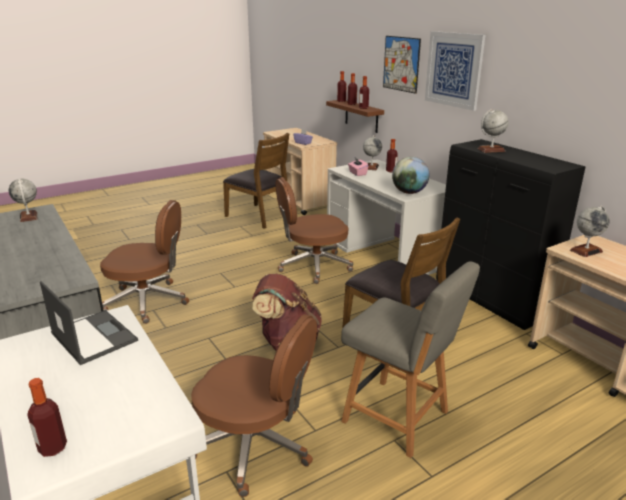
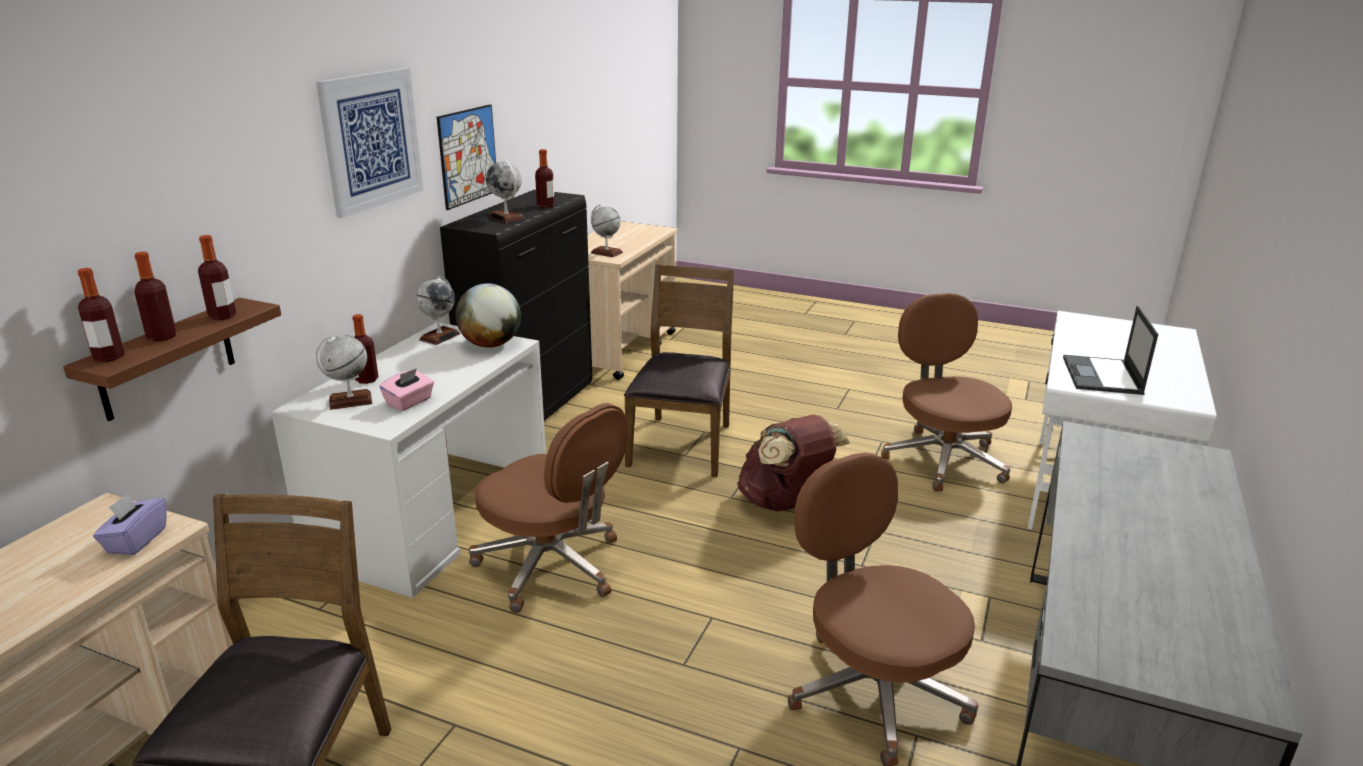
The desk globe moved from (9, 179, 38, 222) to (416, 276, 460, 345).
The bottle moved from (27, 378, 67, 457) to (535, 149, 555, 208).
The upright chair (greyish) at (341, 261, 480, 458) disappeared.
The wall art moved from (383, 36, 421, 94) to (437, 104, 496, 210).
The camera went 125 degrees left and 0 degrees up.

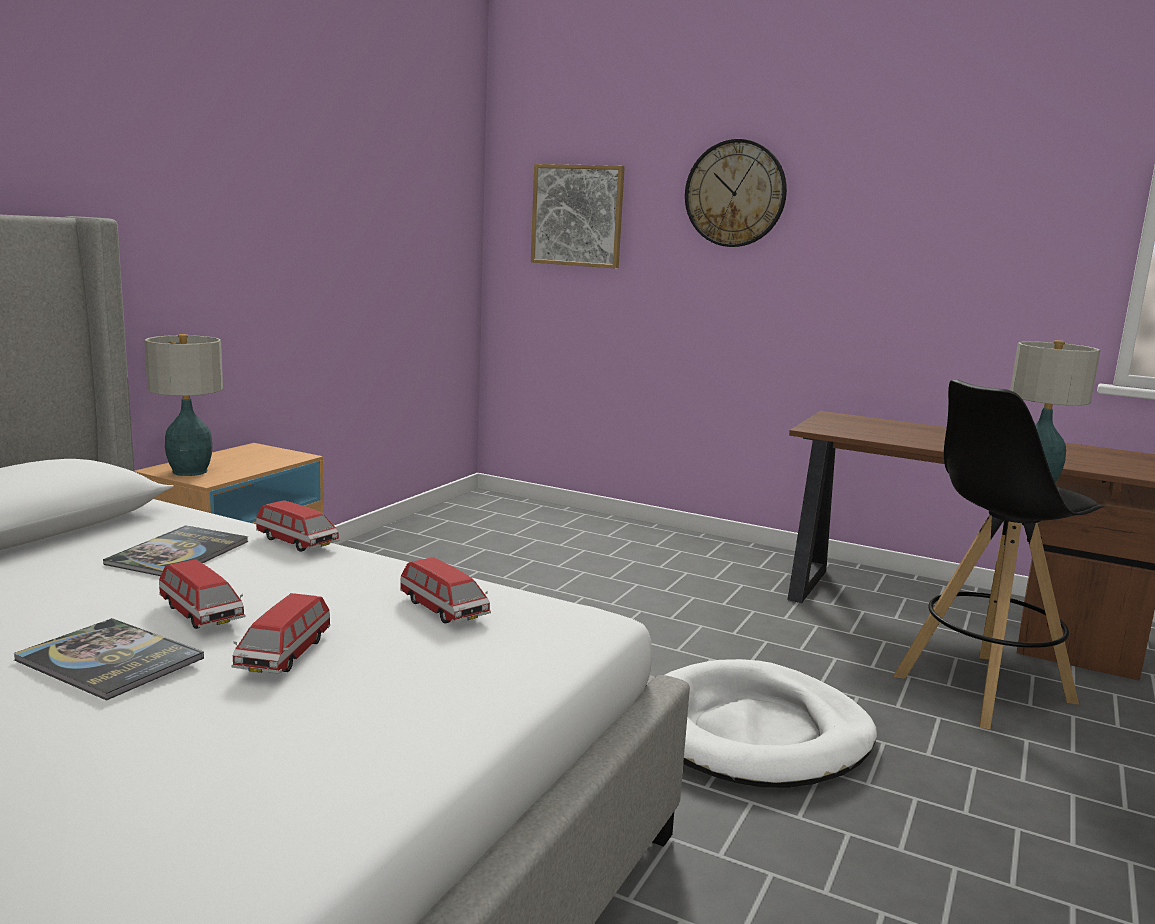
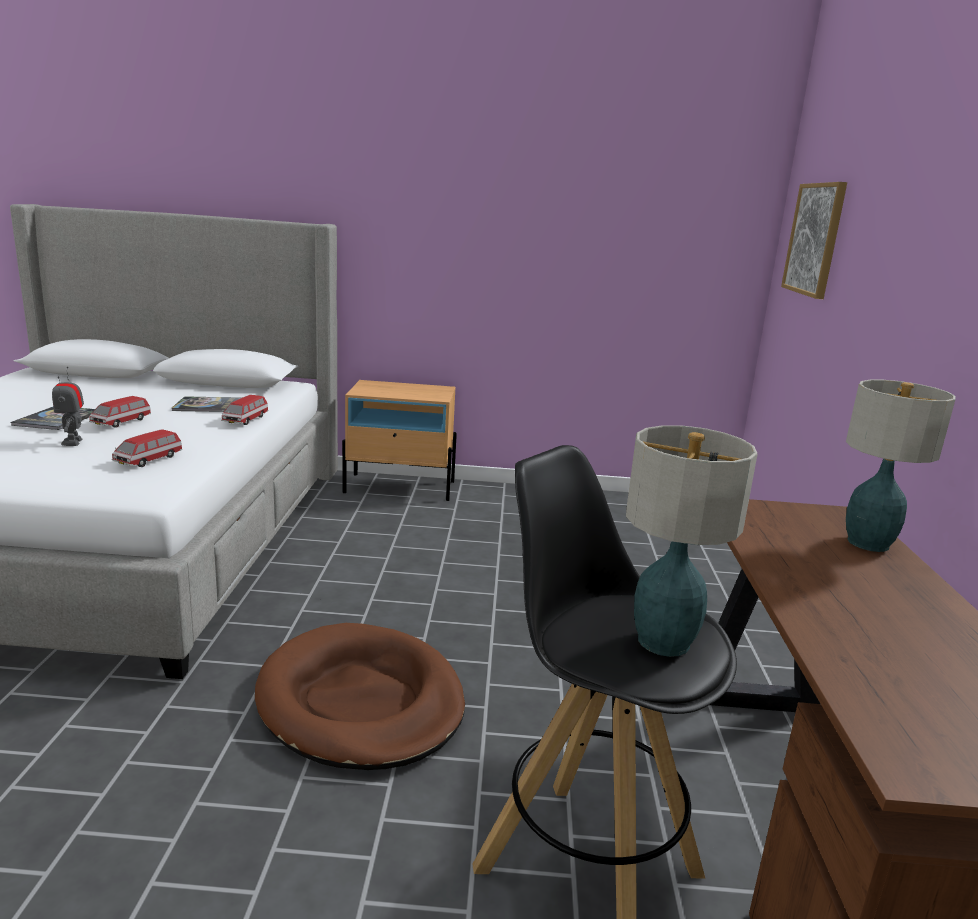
The tabletop lamp moved from (144, 334, 223, 476) to (846, 380, 956, 552).
The model car at (231, 593, 330, 674) was replaced by the toy robot at (52, 367, 84, 446).
The dog cushion (white) at (665, 659, 877, 788) became the dog cushion (brownish) at (255, 623, 465, 770).
The hanging clock at (685, 139, 787, 247) disappeared.
The camera went 65 degrees right and 5 degrees up.

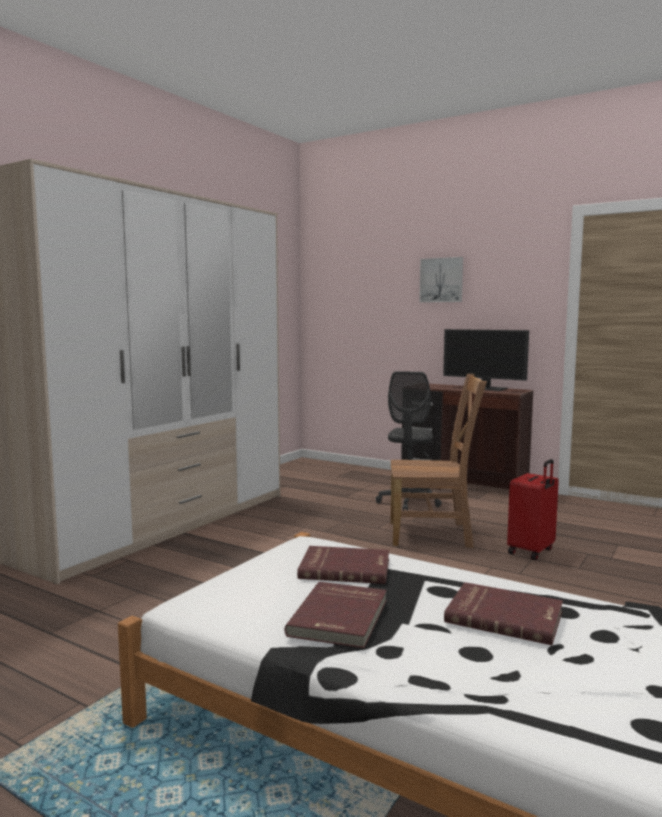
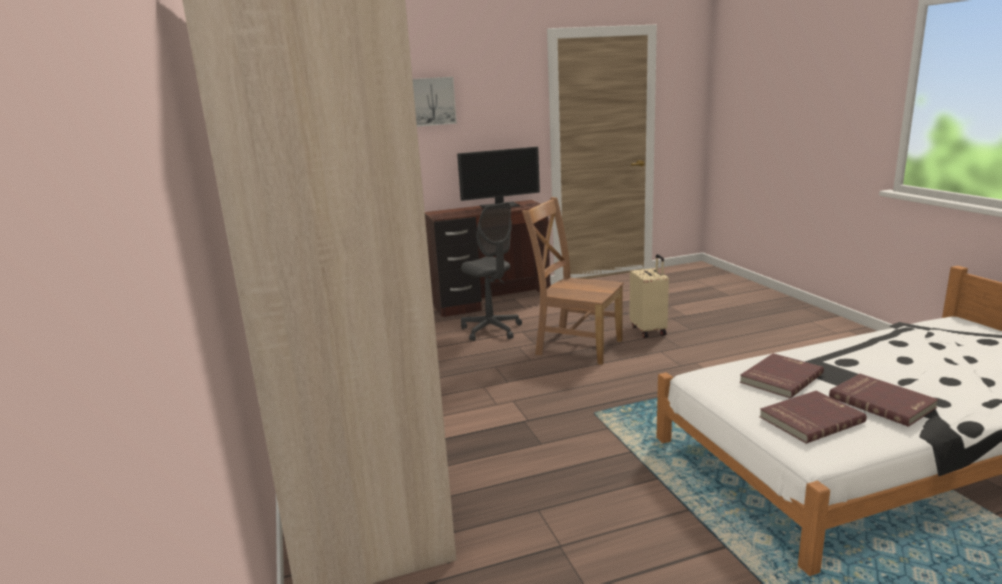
The upright chair (brownish) at (391, 374, 487, 548) turned 105 degrees counterclockwise.
The volume (reddish) moved from (444, 582, 563, 645) to (759, 391, 867, 444).
The suitcase (reddish) at (507, 459, 559, 560) became the suitcase (sand-coloured) at (630, 254, 669, 338).
The camera went 50 degrees left and 10 degrees up.

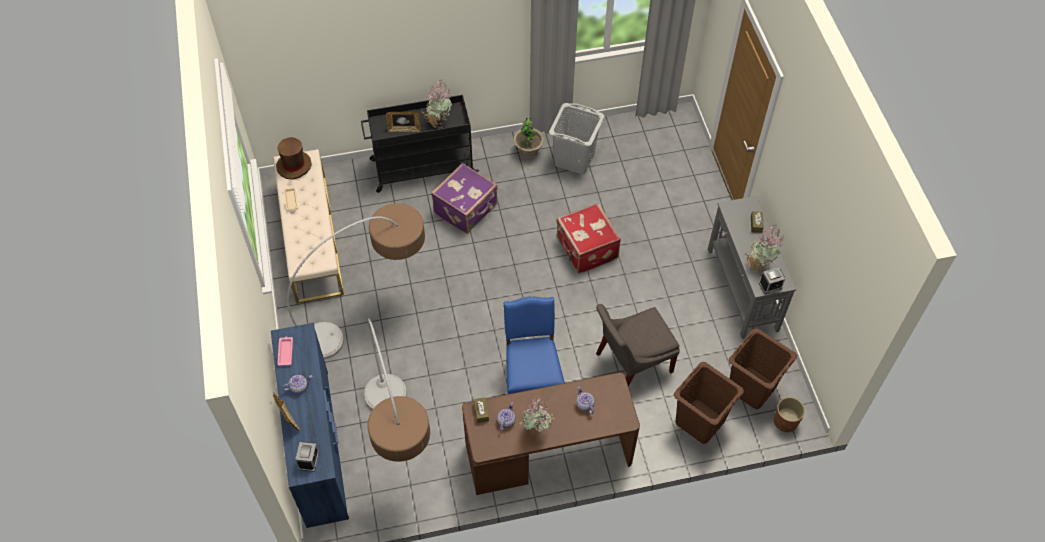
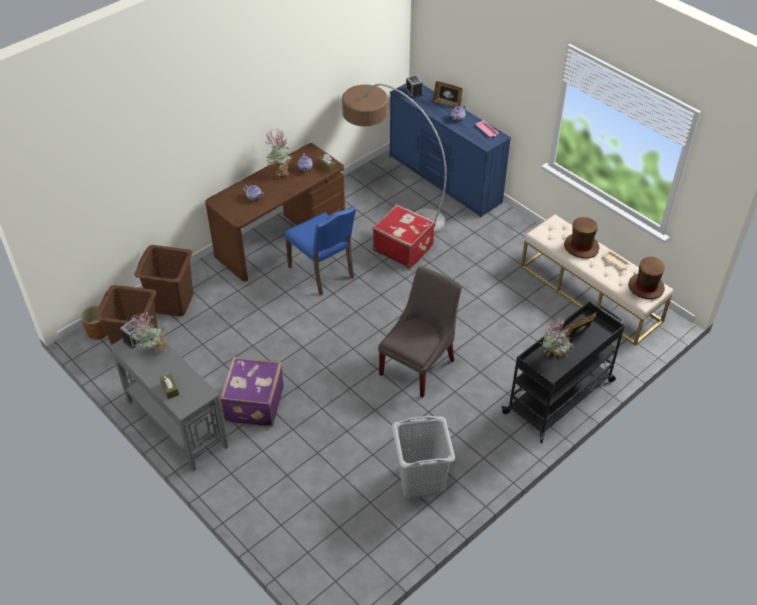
The standard lamp at (287, 203, 425, 359) disappeared.
The suitcase (purplish) moved from (431, 163, 497, 234) to (220, 357, 284, 427).
The houseplant at (513, 118, 544, 159) disappeared.
The suitcase (reddish) moved from (557, 203, 621, 274) to (372, 204, 436, 268).
The upright chair (greyish) moved from (596, 304, 680, 387) to (378, 266, 462, 398).
The clothing hat (brownish) at (564, 217, 600, 259) appeared.
The camera went 150 degrees right and 10 degrees down.

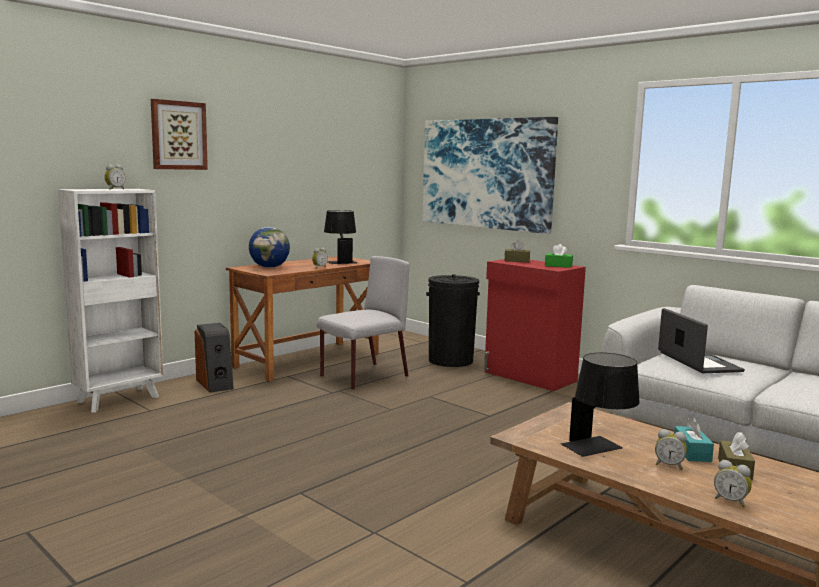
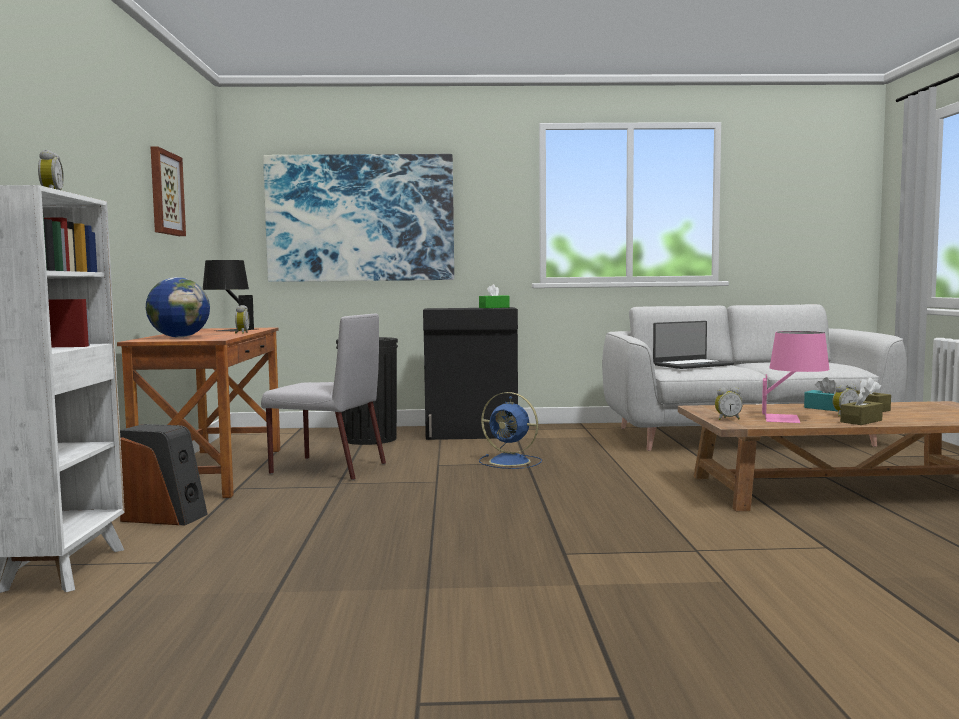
The wall art moved from (151, 99, 208, 170) to (150, 146, 186, 236).
The upright chair (greyish) at (317, 256, 409, 390) turned 105 degrees clockwise.
The storage cabinet (reddish) at (484, 259, 586, 391) became the storage cabinet (blackish) at (423, 307, 518, 440).
The box of tissues (brownish) moved from (505, 240, 530, 262) to (840, 387, 883, 425).
The tabletop lamp (blackish) at (561, 353, 640, 457) became the tabletop lamp (pinkish) at (762, 331, 830, 423).
The notebook computer at (658, 308, 745, 373) turned 120 degrees clockwise.
The alarm clock moved from (714, 460, 752, 508) to (715, 387, 743, 420).
The electric fan (blue-coloured) at (479, 392, 542, 469) appeared.
The camera went 45 degrees left and 5 degrees down.

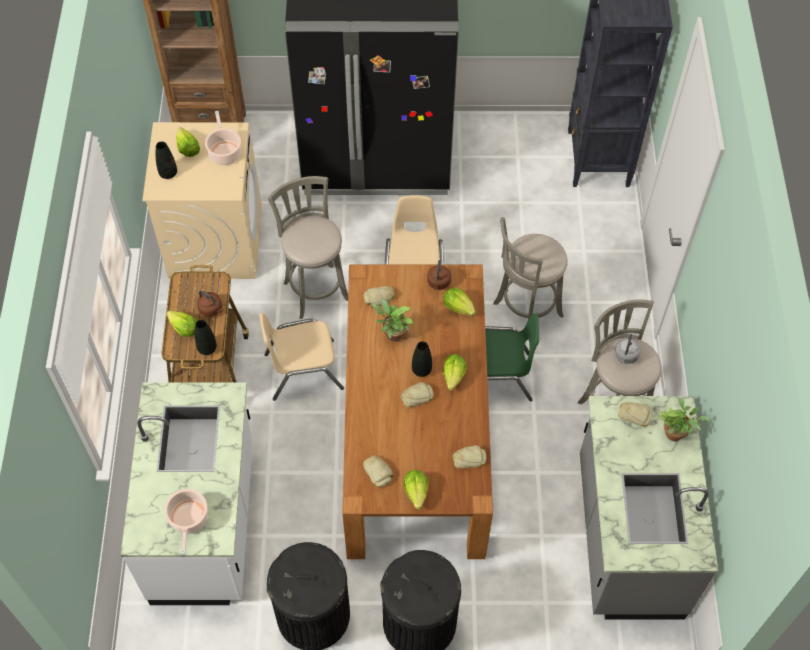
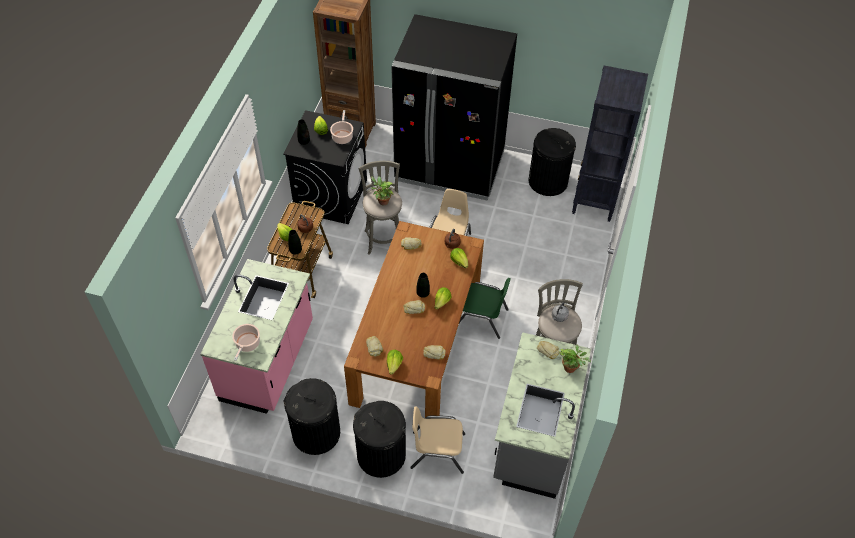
The kitchen counter (white) at (121, 382, 253, 605) became the kitchen counter (pinkish) at (200, 259, 313, 414).
The laundry appliance (sand-coloured) at (142, 122, 262, 279) became the laundry appliance (blackish) at (283, 110, 367, 224).
The upright chair (sand-coloured) moved from (259, 313, 344, 401) to (410, 407, 465, 474).
The houseplant moved from (371, 299, 414, 342) to (371, 176, 394, 205).
The stool seat (greyish) at (493, 217, 568, 340) disappeared.
The trash can (blackish) at (529, 128, 576, 196) appeared.
The camera went 15 degrees right and 5 degrees down.

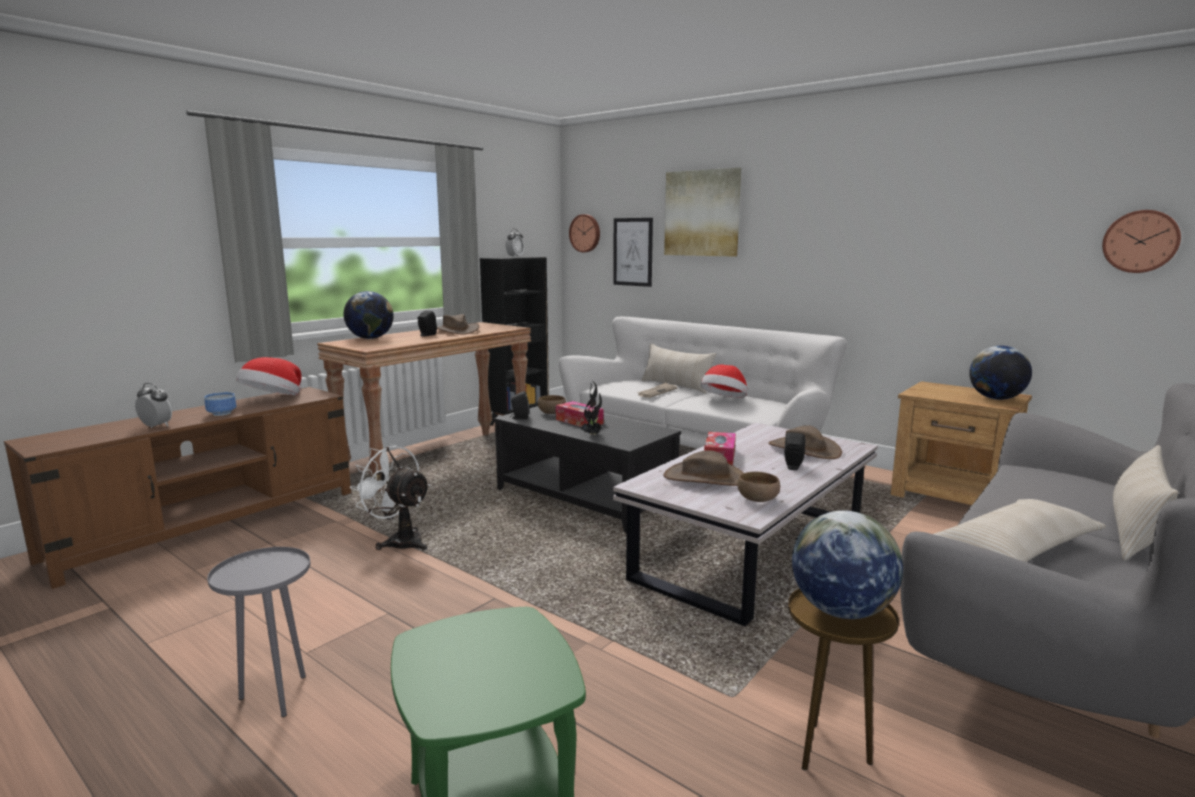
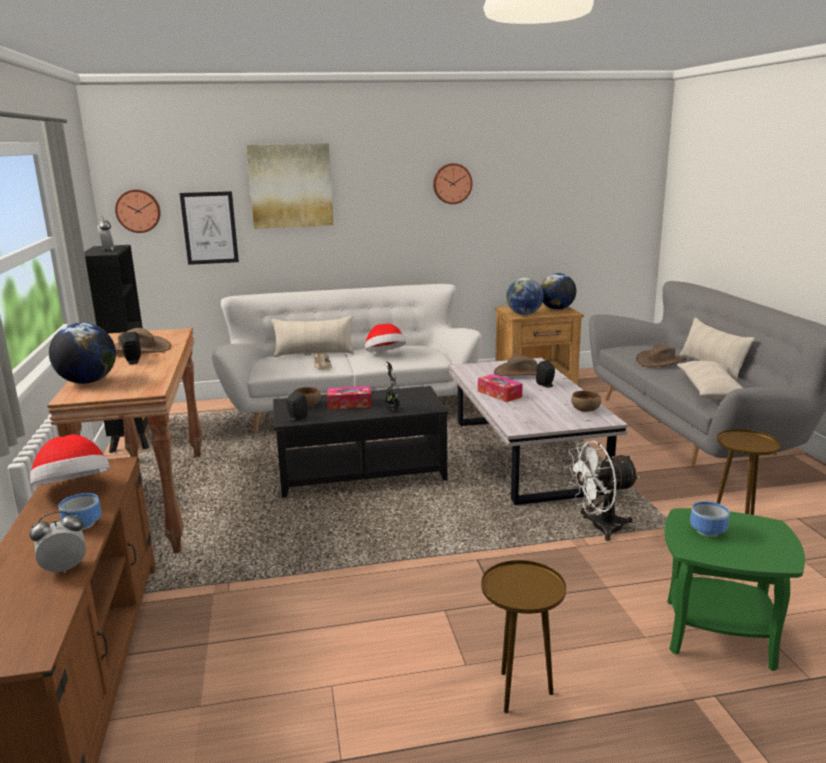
The end table (greyish) at (207, 547, 310, 717) became the end table (brownish) at (481, 560, 566, 713).
The electric fan (white) moved from (350, 444, 431, 550) to (565, 441, 639, 541).
The clothing hat (brownish) moved from (663, 451, 743, 486) to (636, 344, 686, 367).
The desk globe moved from (792, 510, 903, 619) to (506, 277, 544, 315).
The hanging clock moved from (1102, 210, 1181, 273) to (433, 163, 472, 204).
The bowl at (690, 501, 729, 537) appeared.
The camera went 50 degrees left and 5 degrees up.

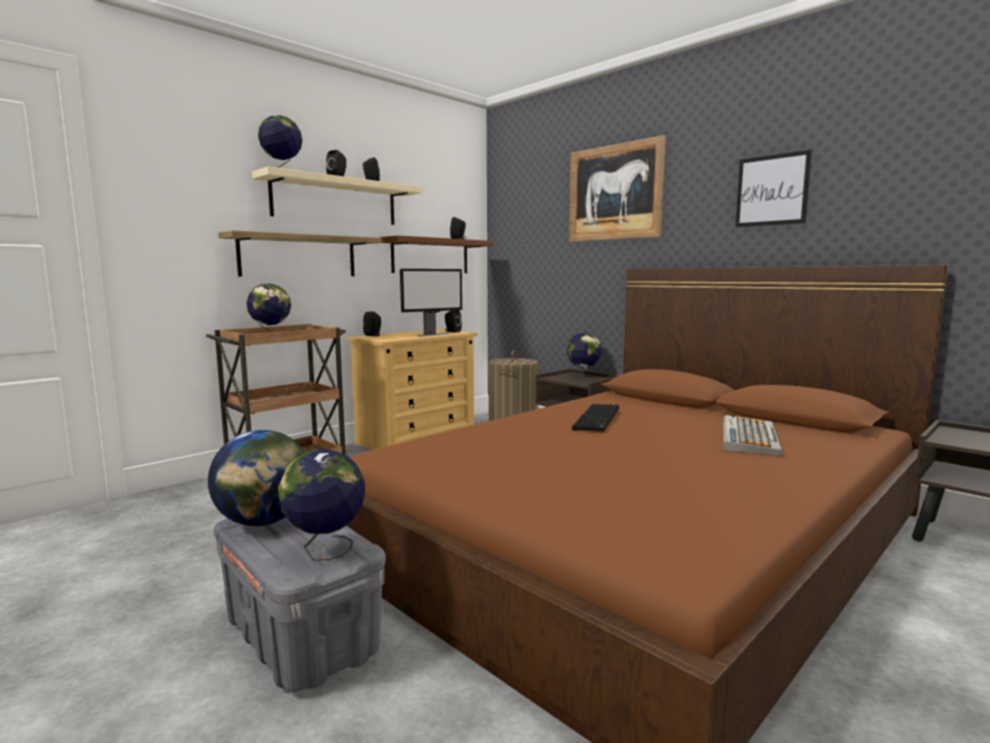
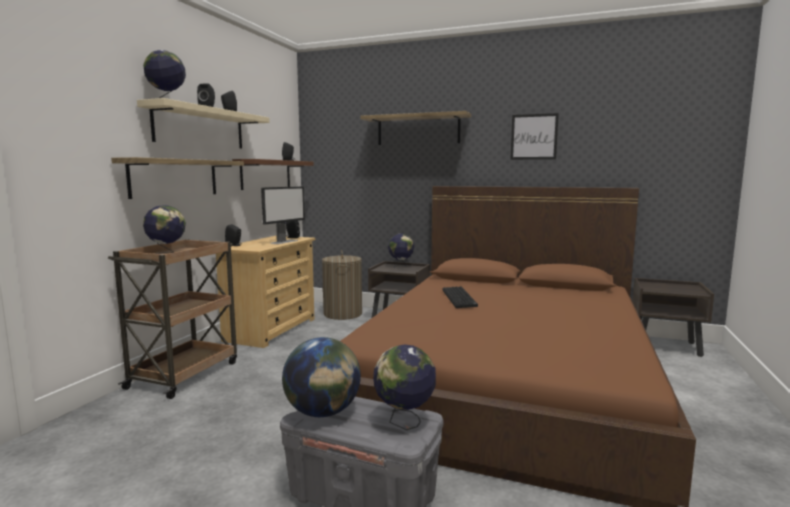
The wall art at (569, 135, 666, 242) was replaced by the shelf at (360, 111, 471, 145).
The keyboard at (723, 415, 783, 456) disappeared.
The camera went 25 degrees left and 0 degrees up.

